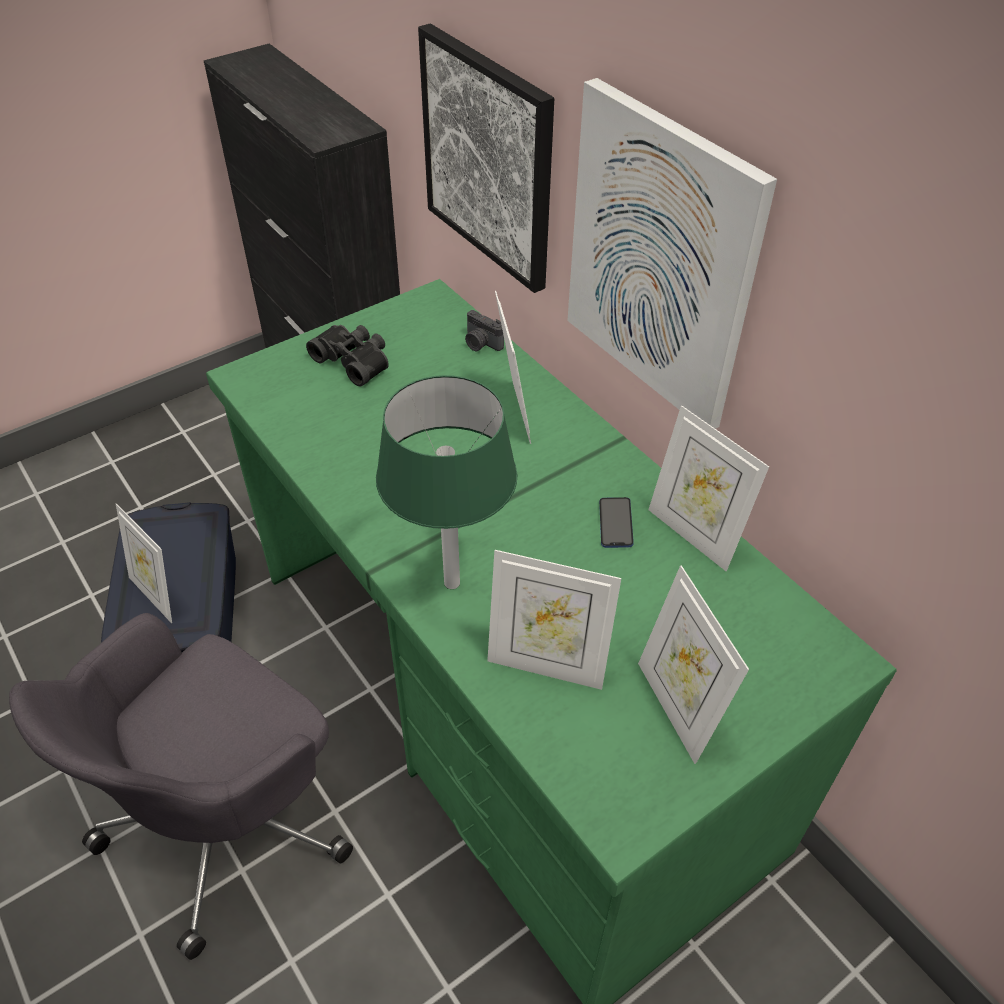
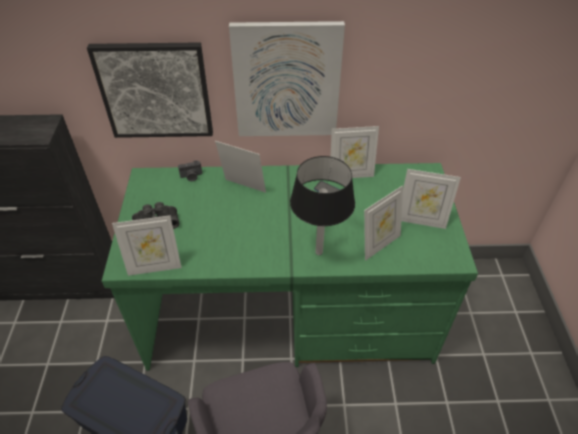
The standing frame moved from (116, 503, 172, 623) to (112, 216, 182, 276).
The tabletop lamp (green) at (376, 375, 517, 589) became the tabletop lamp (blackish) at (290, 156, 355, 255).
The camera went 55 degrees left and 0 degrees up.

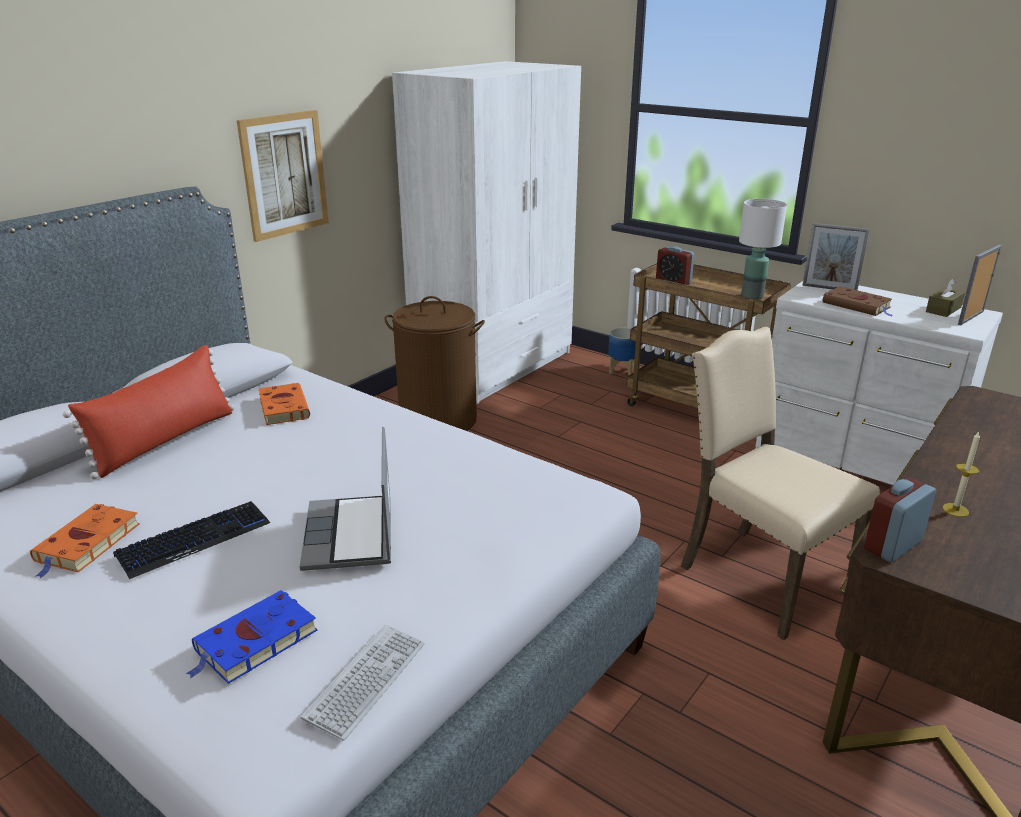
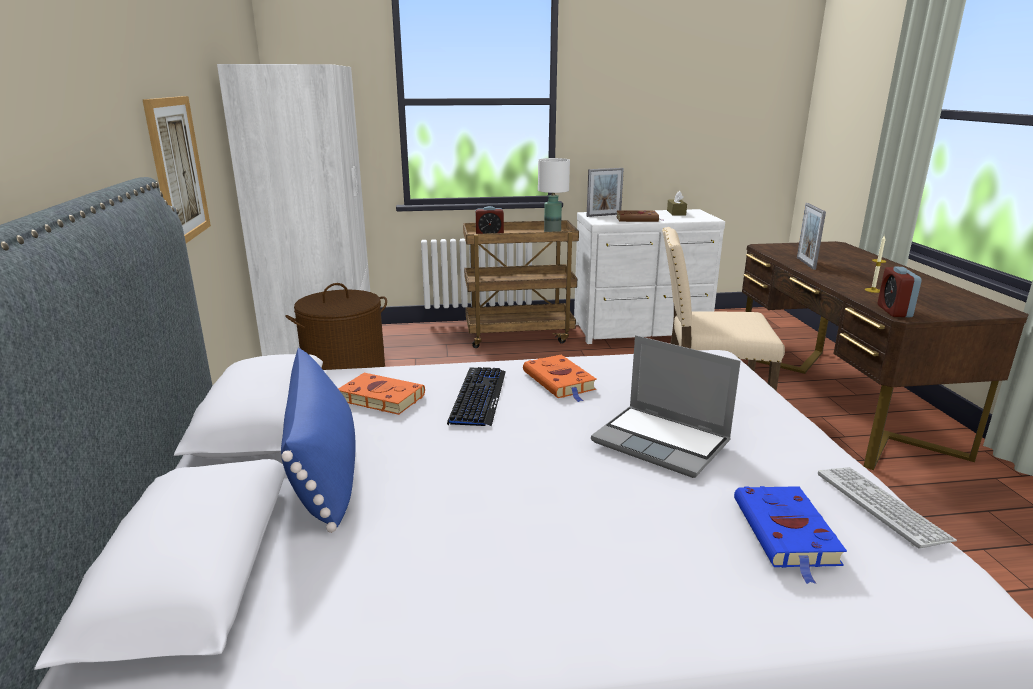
The volume (orangey) moved from (30, 504, 140, 578) to (523, 355, 597, 402).
The throw pillow (reddish) at (63, 345, 235, 479) became the throw pillow (blue-coloured) at (281, 348, 355, 533).
The keyboard moved from (113, 501, 270, 579) to (447, 367, 506, 426).
The plant pot at (608, 328, 636, 376) disappeared.
The standing frame moved from (958, 245, 1002, 325) to (797, 203, 826, 270).
The camera went 45 degrees left and 5 degrees down.

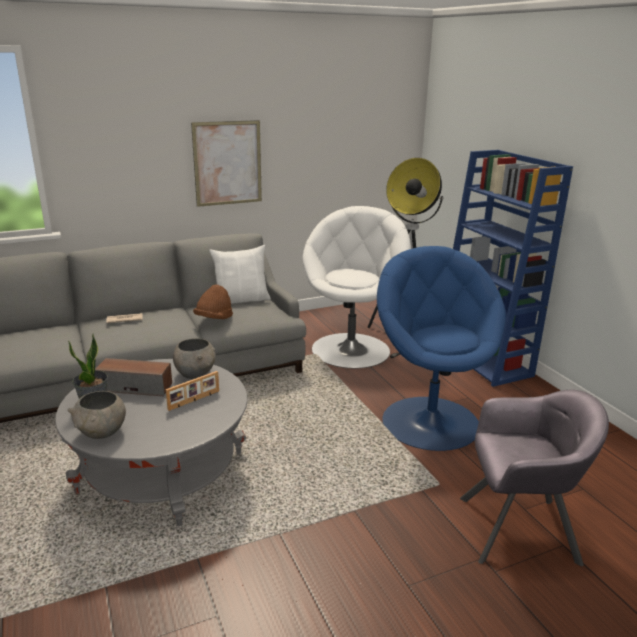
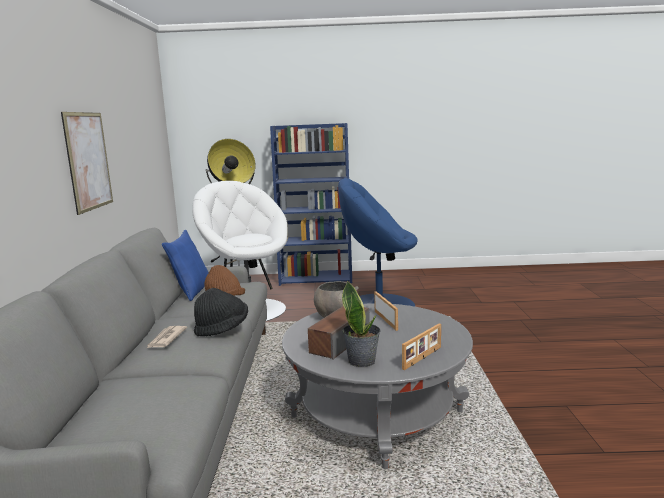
The bowl (greyish) at (67, 391, 126, 439) was replaced by the standing frame at (402, 324, 441, 370).
The throw pillow (white) at (209, 245, 271, 304) became the throw pillow (blue-coloured) at (162, 230, 209, 301).
The lounge chair (greyish) at (460, 389, 609, 566) disappeared.
The clothing hat (blackish) at (194, 288, 248, 336) appeared.
The camera went 65 degrees left and 10 degrees down.

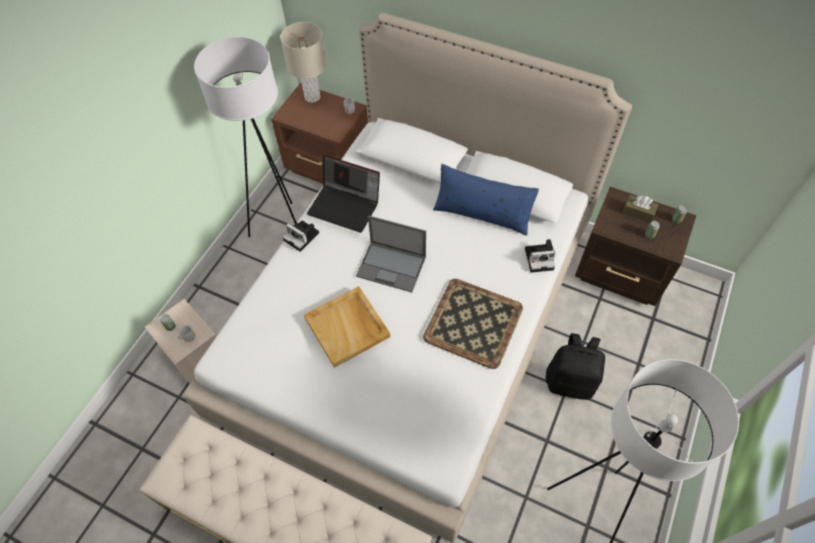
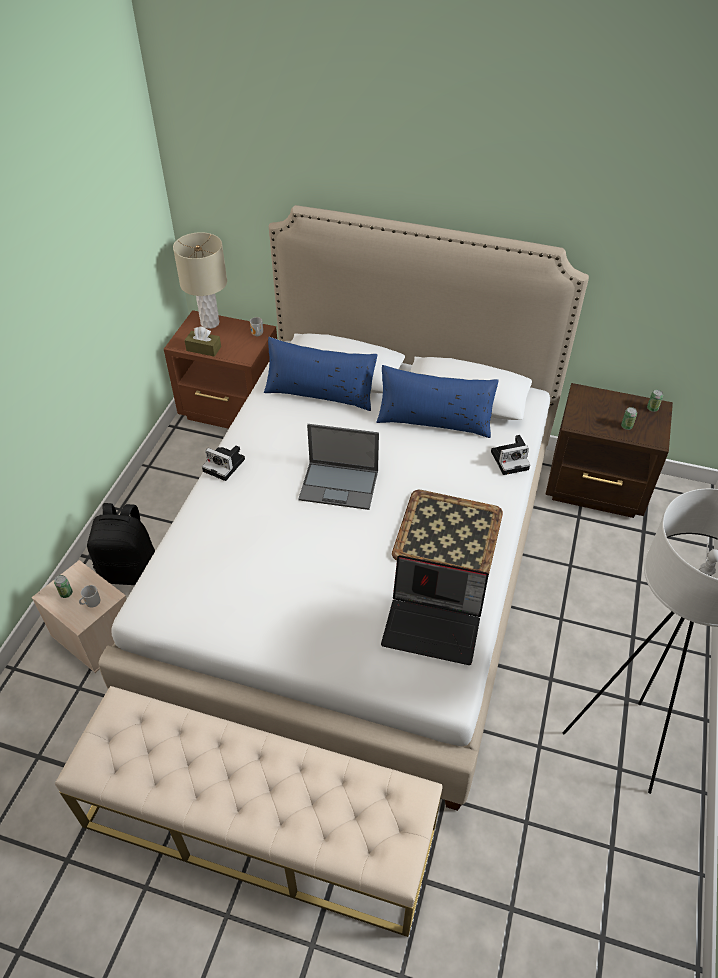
The standard lamp (white) at (194, 37, 297, 237) disappeared.
The serving tray (sand-coloured) at (304, 286, 390, 368) disappeared.
The notebook computer moved from (307, 155, 380, 233) to (381, 555, 489, 665).
The rucksack (blackish) moved from (546, 333, 605, 400) to (87, 503, 155, 585).
The box of tissues (brownish) moved from (623, 195, 658, 223) to (184, 327, 221, 357).
The throw pillow (blue-coloured) at (264, 337, 378, 411) appeared.
The camera went 10 degrees left and 10 degrees down.

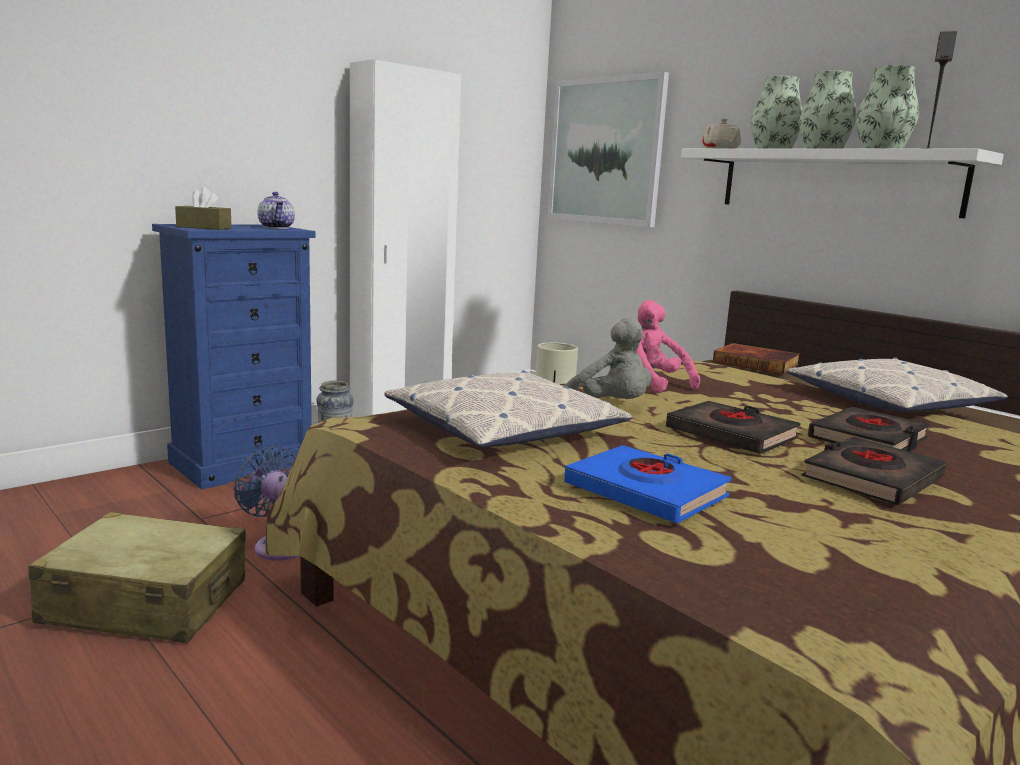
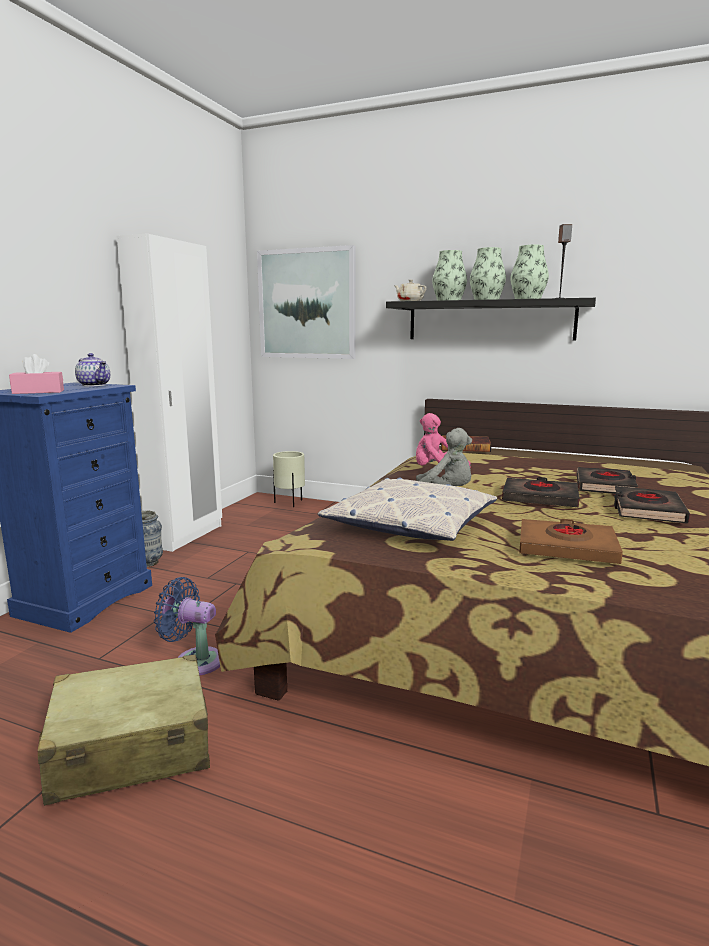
The box of tissues (brownish) at (175, 187, 232, 230) became the box of tissues (pinkish) at (9, 354, 64, 394).
The volume (blue-coloured) at (564, 445, 731, 523) became the volume (brownish) at (519, 519, 623, 564).
The shelf (white) at (681, 149, 1004, 218) became the shelf (blackish) at (386, 298, 596, 340).
The throw pillow at (786, 357, 1008, 412) disappeared.
The camera went 25 degrees left and 0 degrees up.

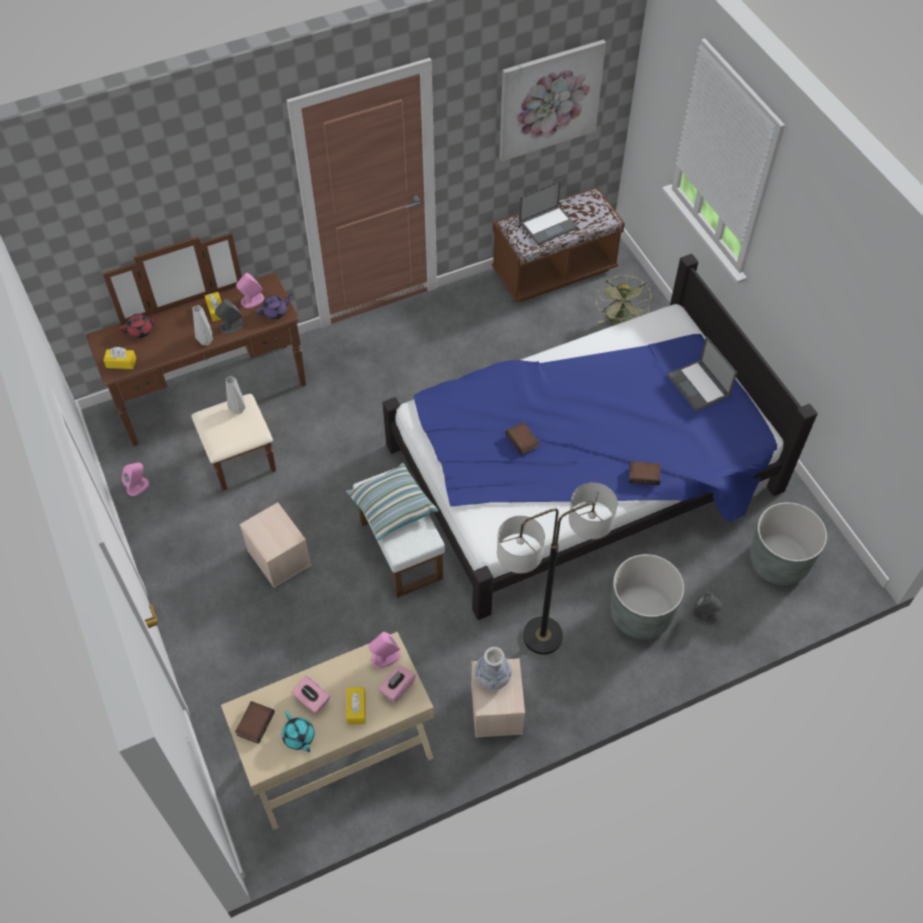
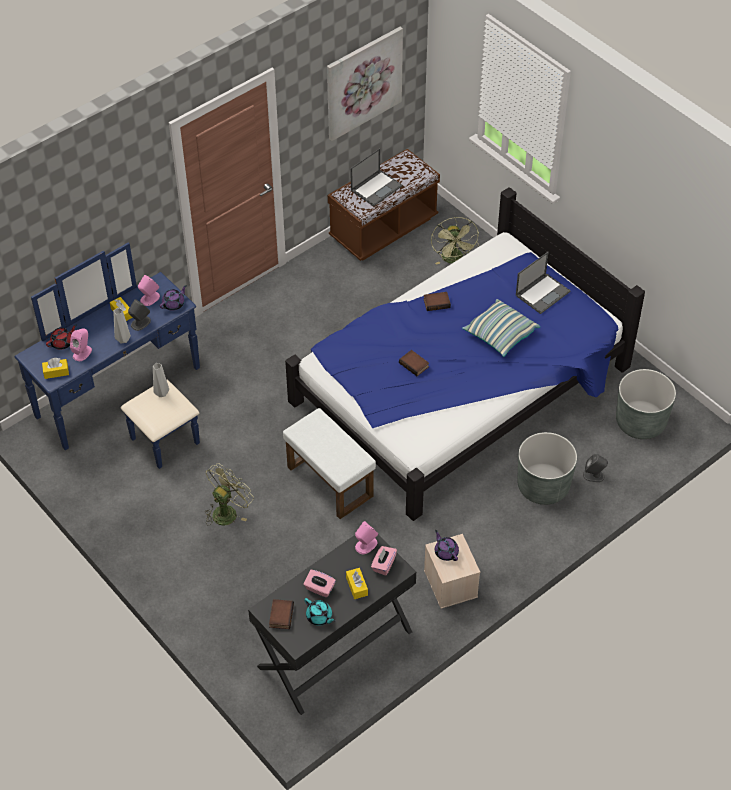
The chest of drawers (brownish) at (86, 233, 306, 491) became the chest of drawers (blue-coloured) at (15, 242, 200, 469).
The loudspeaker (pinkish) moved from (122, 463, 149, 496) to (70, 328, 92, 361).
The desk table (sand-coloured) at (221, 632, 434, 830) became the desk table (blackish) at (248, 535, 416, 715).
The storage bin (sand-coloured) at (239, 502, 311, 588) was replaced by the electric fan (green) at (205, 463, 254, 525).
The throw pillow moved from (346, 463, 439, 541) to (462, 299, 540, 357).
The flower vase at (475, 647, 512, 690) was replaced by the tea pot (purplish) at (435, 530, 459, 561).
The standard lamp at (497, 482, 618, 655) disappeared.
The volume moved from (629, 461, 661, 485) to (424, 292, 451, 311).
The notebook computer at (667, 336, 737, 412) turned 90 degrees counterclockwise.
The camera went 15 degrees left and 5 degrees down.

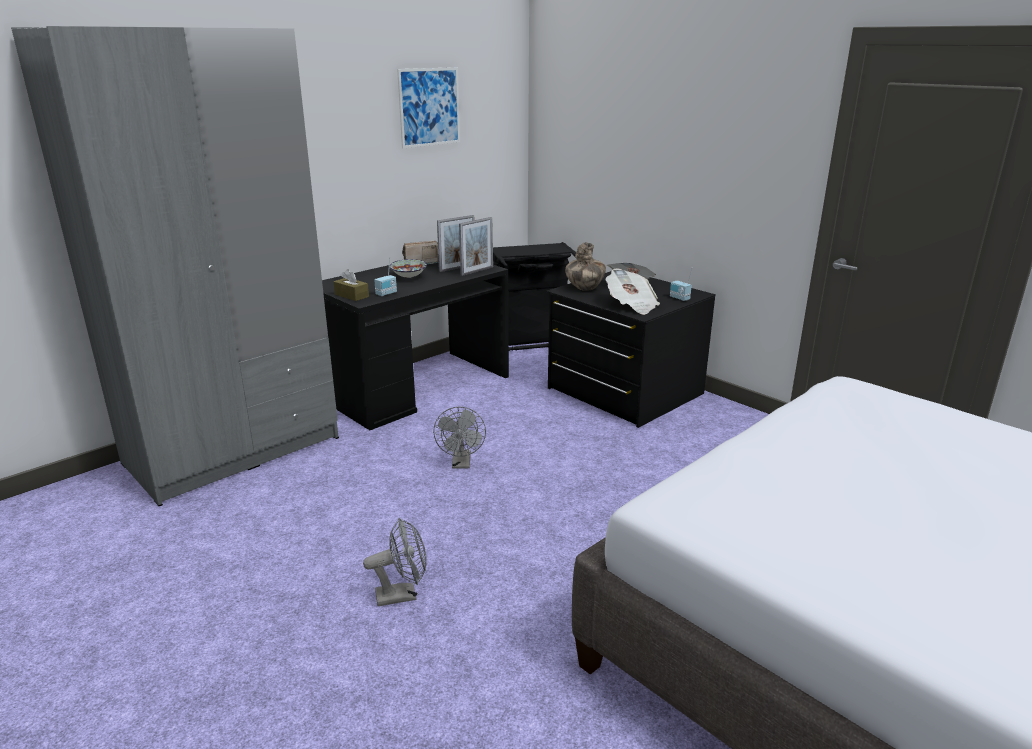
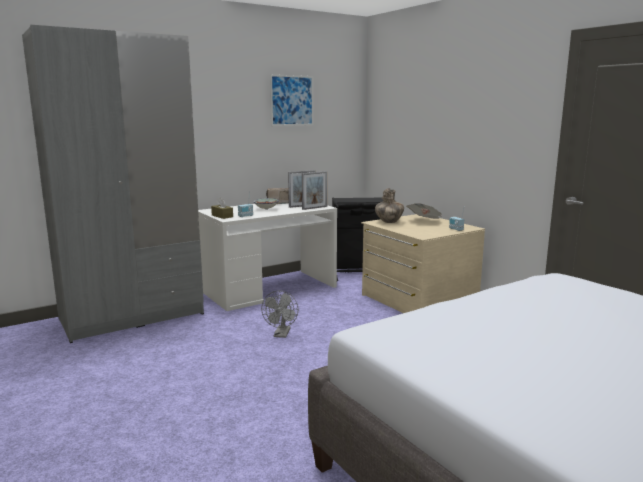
The desk table (blackish) at (322, 258, 509, 430) became the desk table (white) at (198, 203, 337, 311).
The electric fan (greyish) at (363, 518, 427, 606) disappeared.
The chest of drawers (blackish) at (546, 271, 716, 428) became the chest of drawers (sand-coloured) at (361, 214, 485, 313).
The newspaper at (606, 269, 660, 315) disappeared.
The camera went 10 degrees right and 10 degrees down.

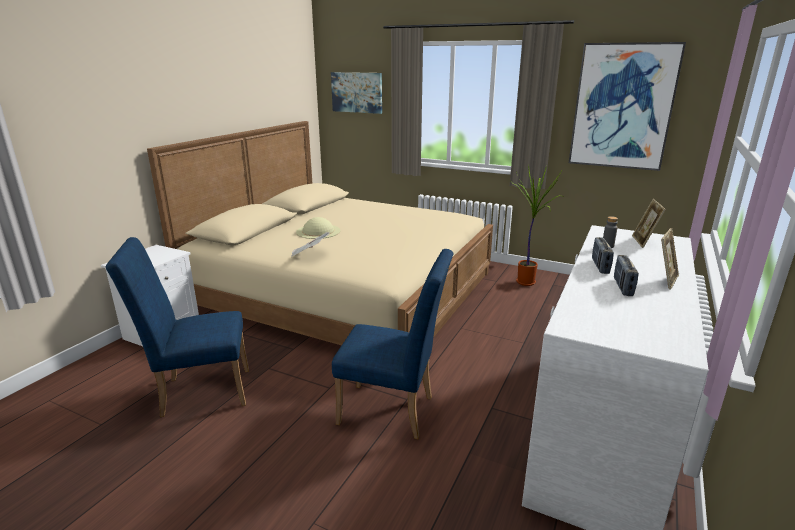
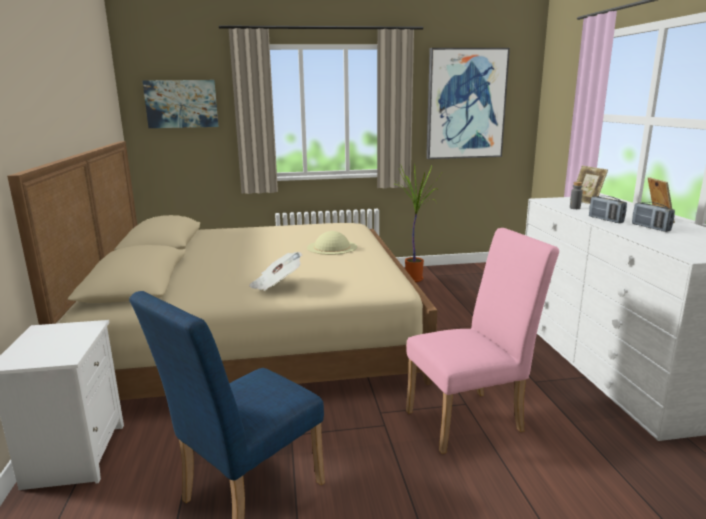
The clothing hat (sand-coloured) moved from (296, 217, 341, 239) to (307, 231, 357, 255).
The upright chair (blue-coloured) at (332, 249, 454, 439) became the upright chair (pinkish) at (406, 228, 559, 454).
The camera went 35 degrees left and 5 degrees down.

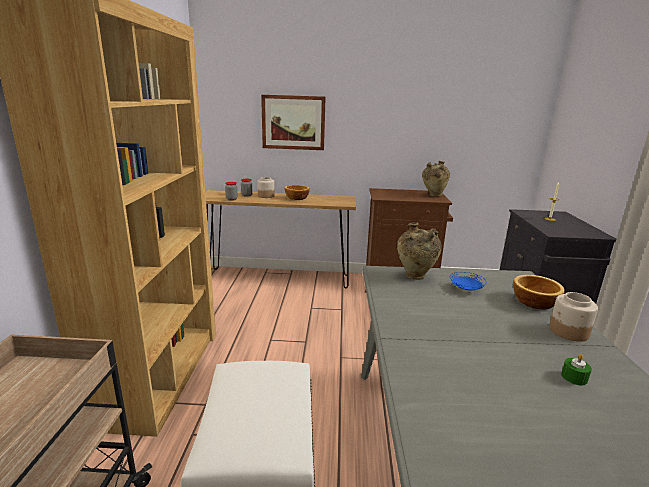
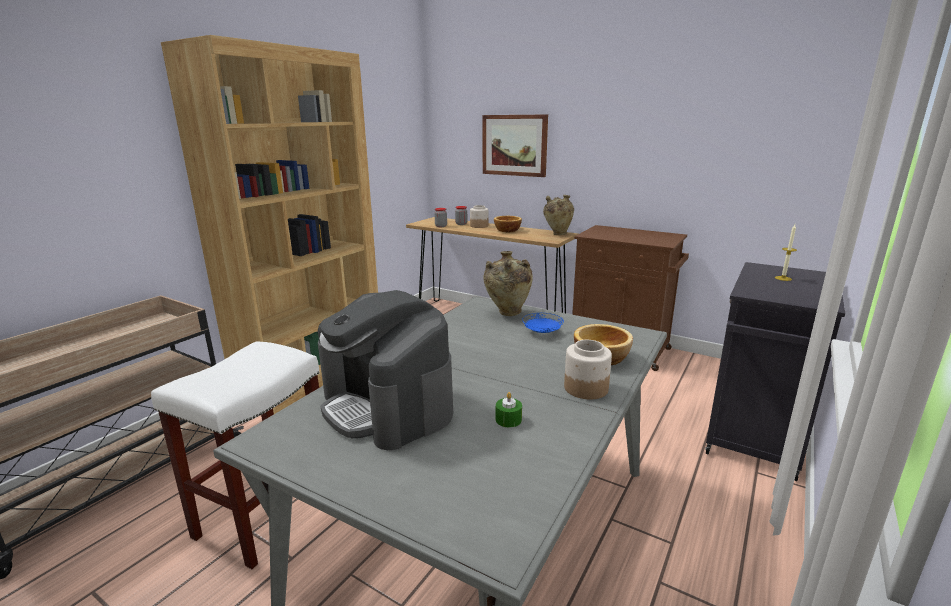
The flower vase (sand-coloured) moved from (422, 161, 450, 197) to (543, 195, 574, 235).
The coffee machine at (318, 290, 453, 450) appeared.
The camera went 30 degrees right and 0 degrees up.

